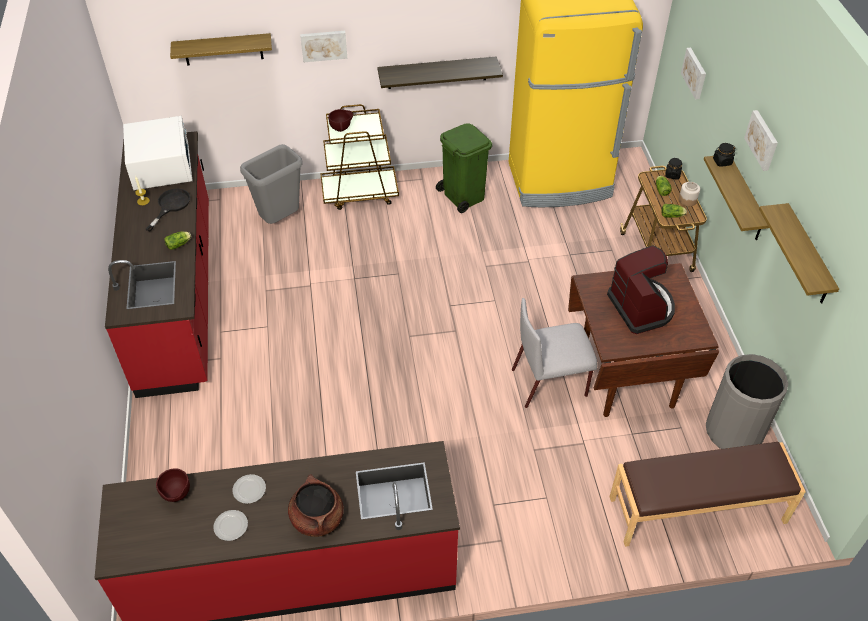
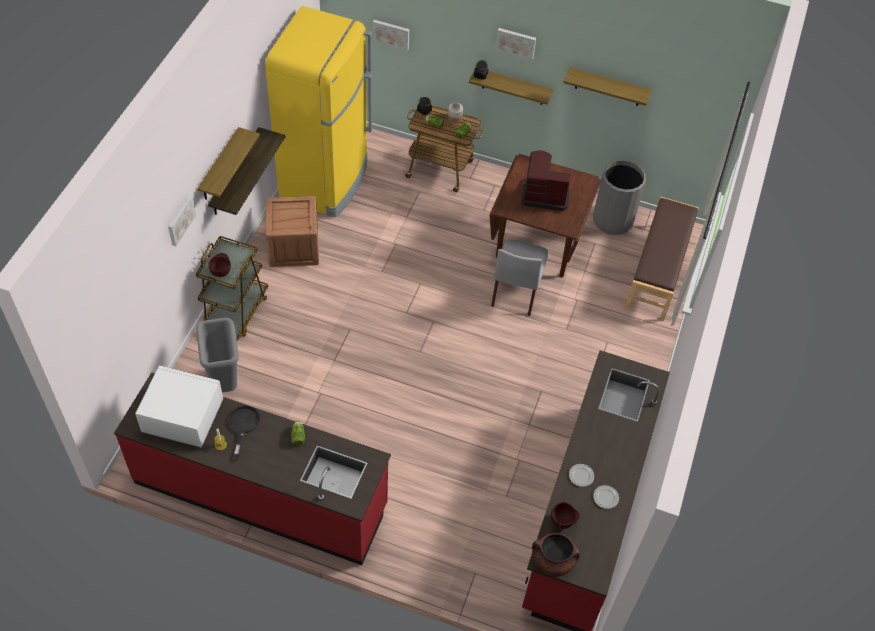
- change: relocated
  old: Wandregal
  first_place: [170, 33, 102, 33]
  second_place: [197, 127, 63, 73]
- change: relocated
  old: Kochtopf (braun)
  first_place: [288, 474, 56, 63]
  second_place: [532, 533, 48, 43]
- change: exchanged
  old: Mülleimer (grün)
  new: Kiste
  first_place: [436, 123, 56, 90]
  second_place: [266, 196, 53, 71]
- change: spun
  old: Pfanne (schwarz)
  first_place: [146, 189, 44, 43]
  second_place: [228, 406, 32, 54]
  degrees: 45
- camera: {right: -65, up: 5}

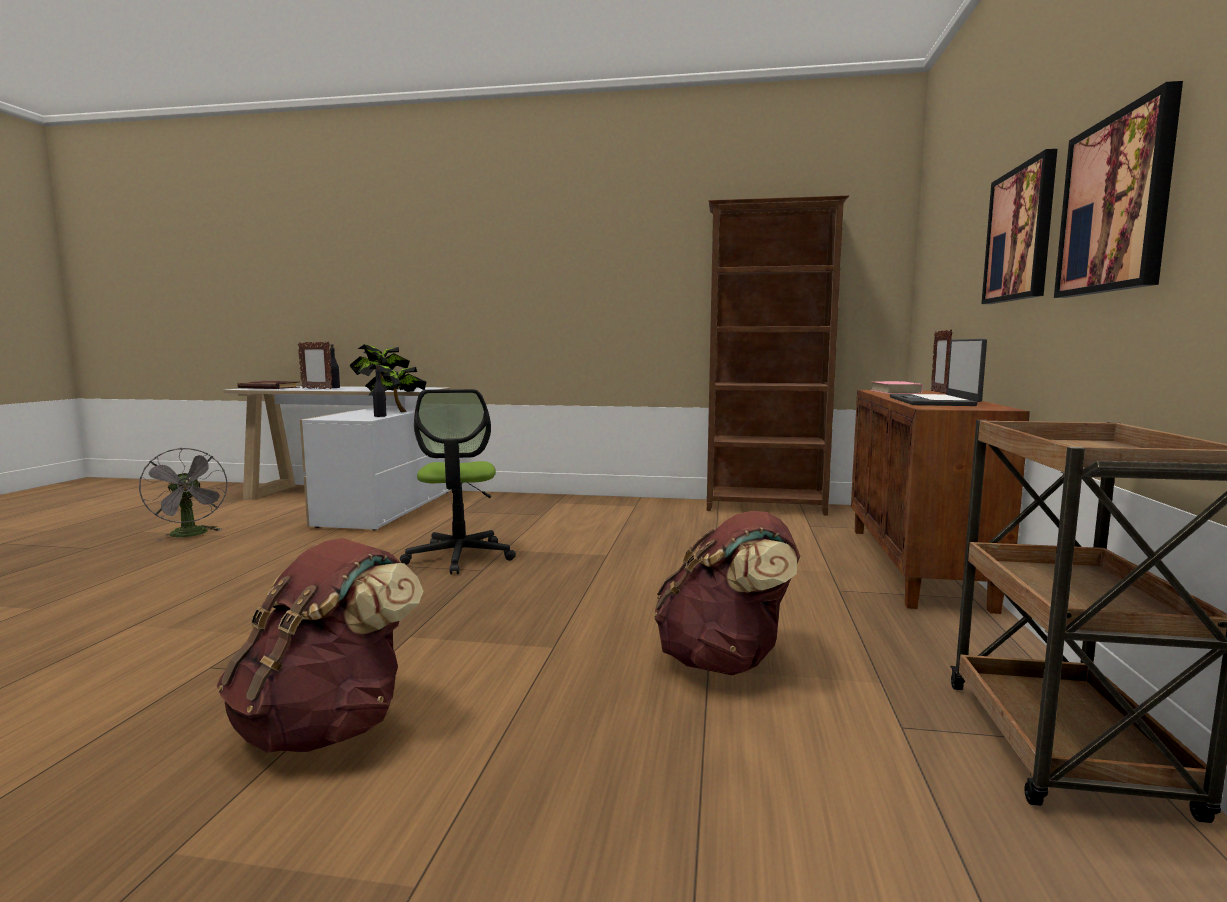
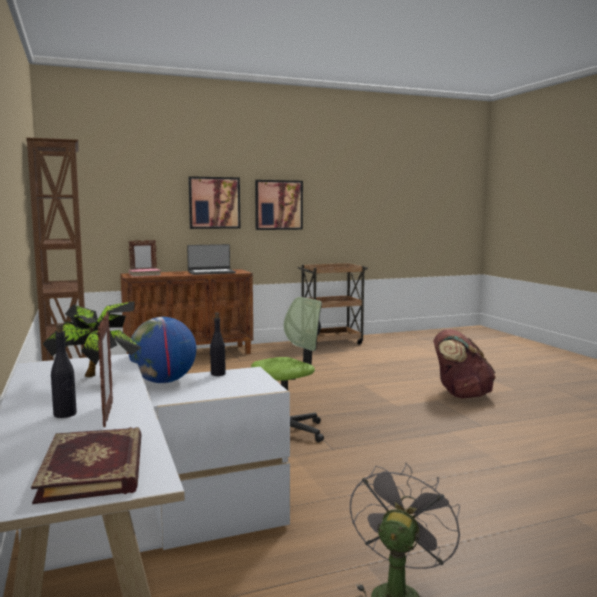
- change: missing
  old: Rucksack (braun)
  first_place: [654, 511, 146, 164]
- change: exchanged
  old: Topfpflanze
  new: Globus
  first_place: [365, 364, 61, 48]
  second_place: [129, 317, 67, 66]
- camera: {right: -120, up: 0}

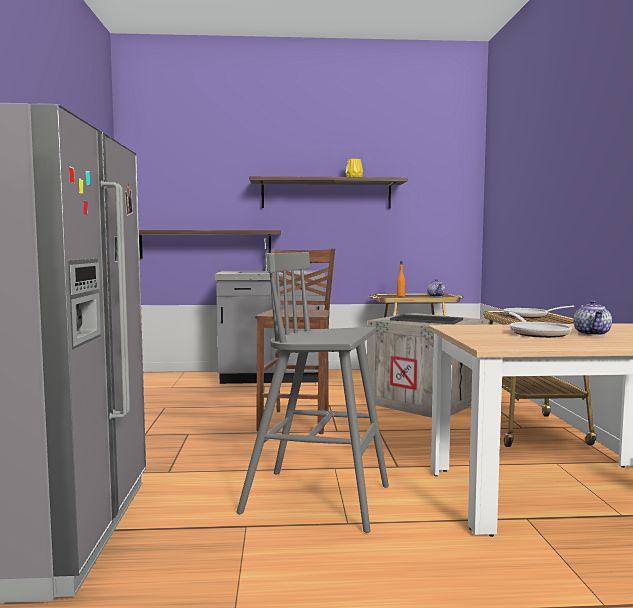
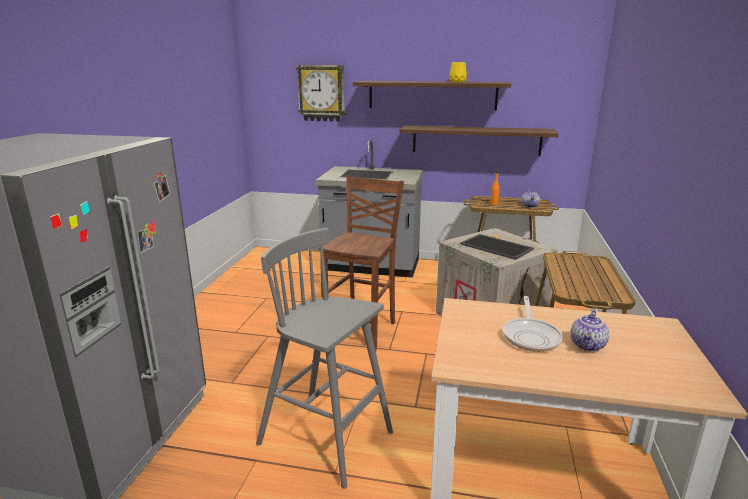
- change: missing
  old: Pfanne
  first_place: [503, 306, 71, 12]
- change: appeared
  new: Wanduhr
  second_place: [296, 65, 49, 57]
- change: relocated
  old: Wandregal
  first_place: [139, 230, 142, 28]
  second_place: [399, 125, 160, 31]
- camera: {right: 15, up: 15}

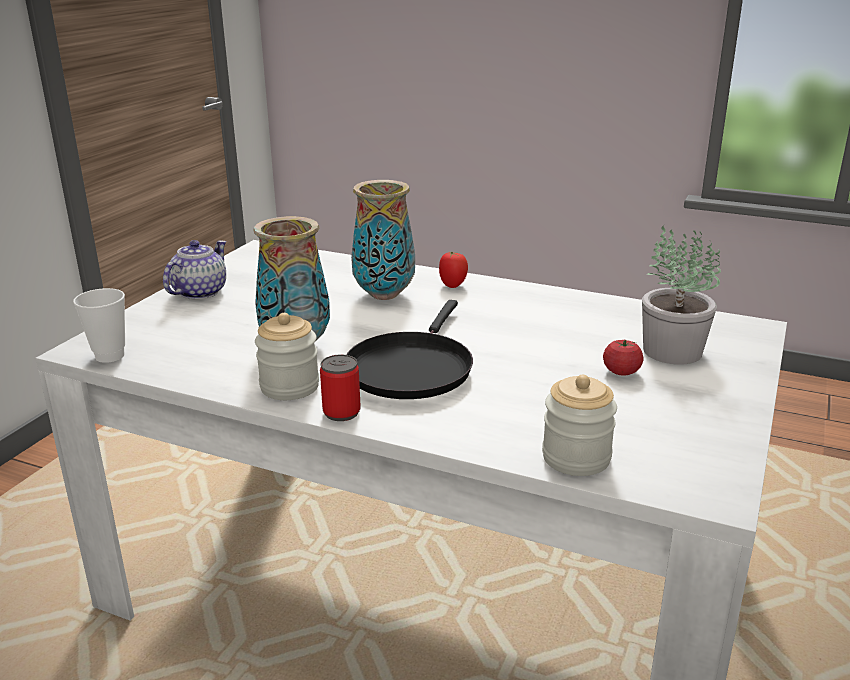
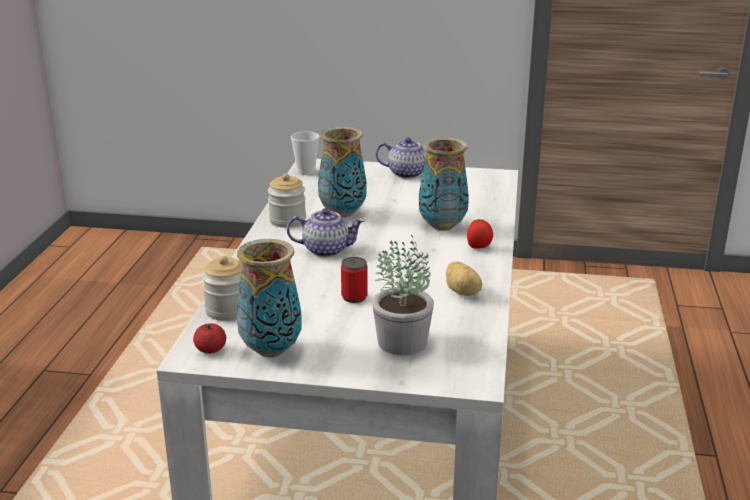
- change: appeared
  new: Vase
  second_place: [237, 239, 65, 118]
- change: appeared
  new: Kartoffel
  second_place: [446, 261, 36, 35]
- change: relocated
  old: Dose
  first_place: [320, 355, 41, 66]
  second_place: [341, 257, 27, 46]
- change: relocated
  old: Tomate
  first_place: [603, 340, 40, 36]
  second_place: [193, 323, 33, 31]
- change: exchanged
  old: Pfanne (schwarz)
  new: Teekanne
  first_place: [346, 300, 127, 99]
  second_place: [287, 208, 78, 49]
- camera: {right: 75, up: 0}

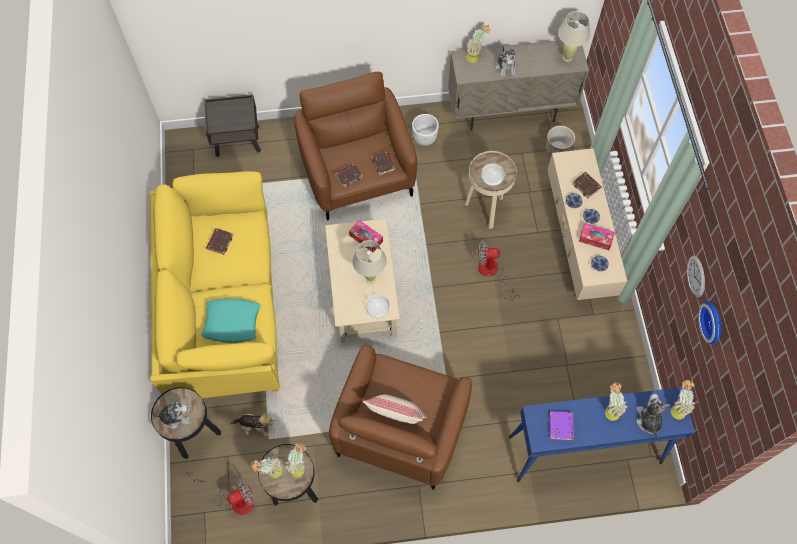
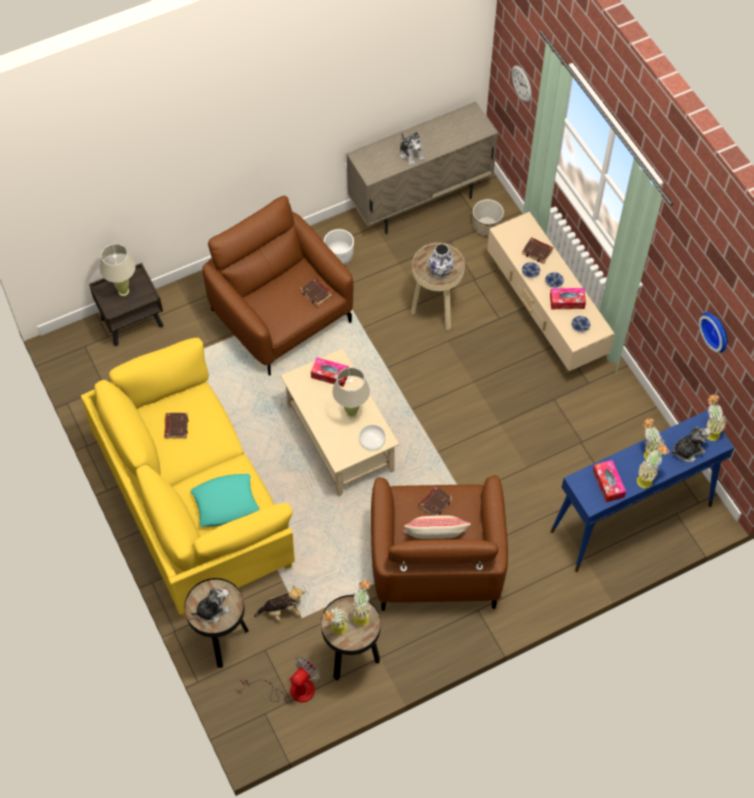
- change: missing
  old: Ventilator
  first_place: [478, 240, 42, 61]
- change: relocated
  old: Buch (braun)
  first_place: [334, 162, 29, 25]
  second_place: [418, 485, 35, 31]
- change: relocated
  old: Topfpflanze
  first_place: [466, 25, 24, 38]
  second_place: [637, 444, 32, 44]
- change: relocated
  old: Tischlampe (beige)
  first_place: [558, 11, 32, 51]
  second_place: [100, 244, 36, 52]
- change: relocated
  old: Wanduhr
  first_place: [687, 255, 18, 42]
  second_place: [512, 65, 20, 37]
- change: exchanged
  old: Schüssel
  new: Vase
  first_place: [481, 163, 24, 23]
  second_place: [428, 244, 27, 35]
- change: exchanged
  old: Buch (lila)
  new: Taschentuchbox
  first_place: [549, 411, 25, 29]
  second_place: [593, 460, 33, 42]
- change: spun
  old: Plüschtier
  first_place: [636, 394, 35, 43]
  second_place: [671, 426, 40, 36]
  degrees: 90
- camera: {right: -20, up: -5}

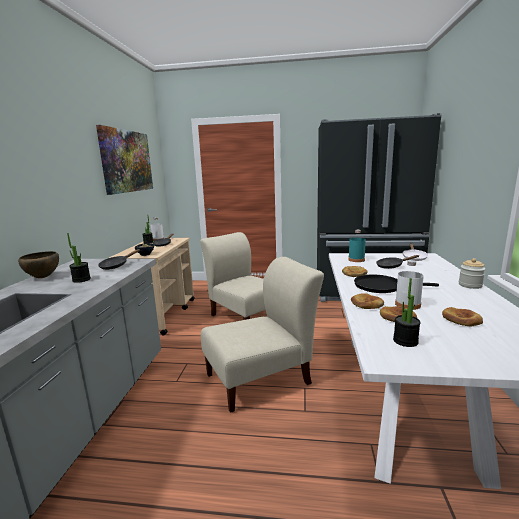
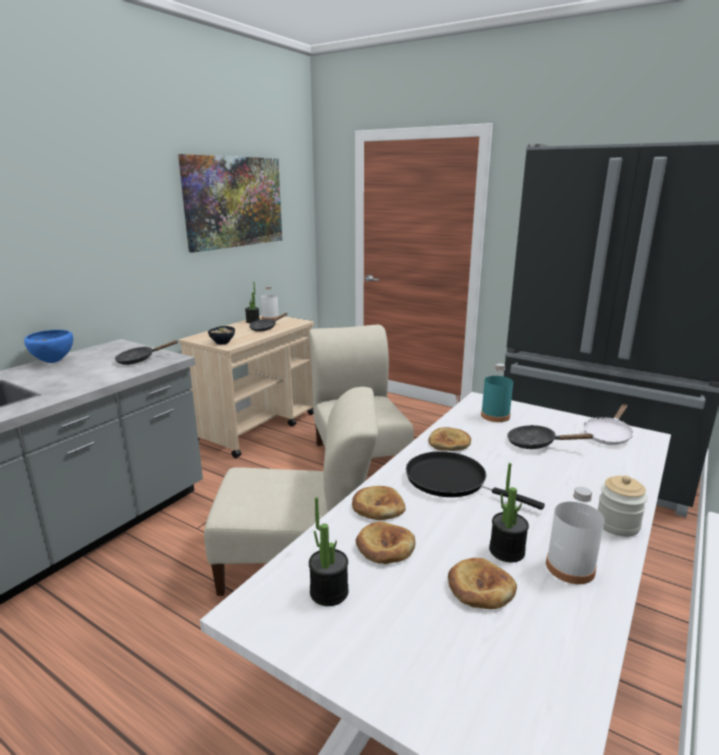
- change: relocated
  old: Topfpflanze
  first_place: [67, 233, 24, 50]
  second_place: [489, 463, 40, 99]
- change: relocated
  old: Flasche (weiß)
  first_place: [395, 260, 29, 50]
  second_place: [546, 487, 59, 97]
- change: colour
  old: Schüssel (braun)
  new: Schüssel (blau)
  first_place: [18, 251, 41, 27]
  second_place: [24, 330, 49, 33]
- camera: {right: 25, up: 5}

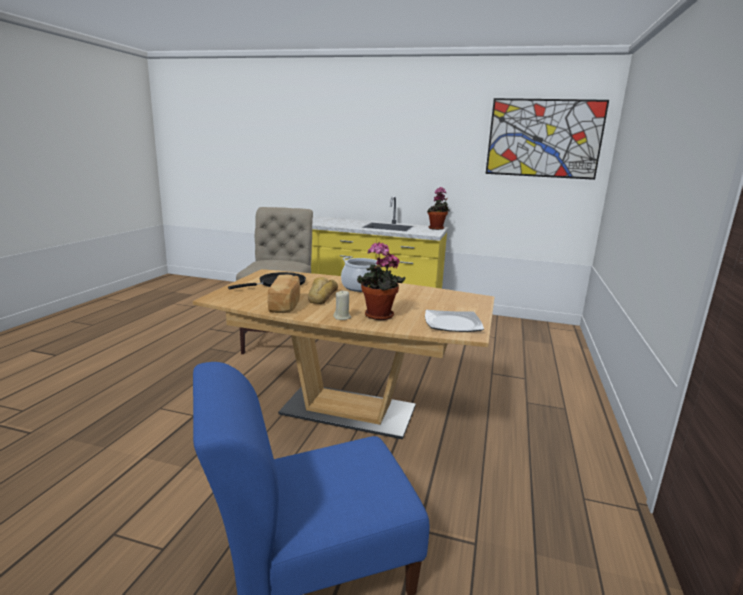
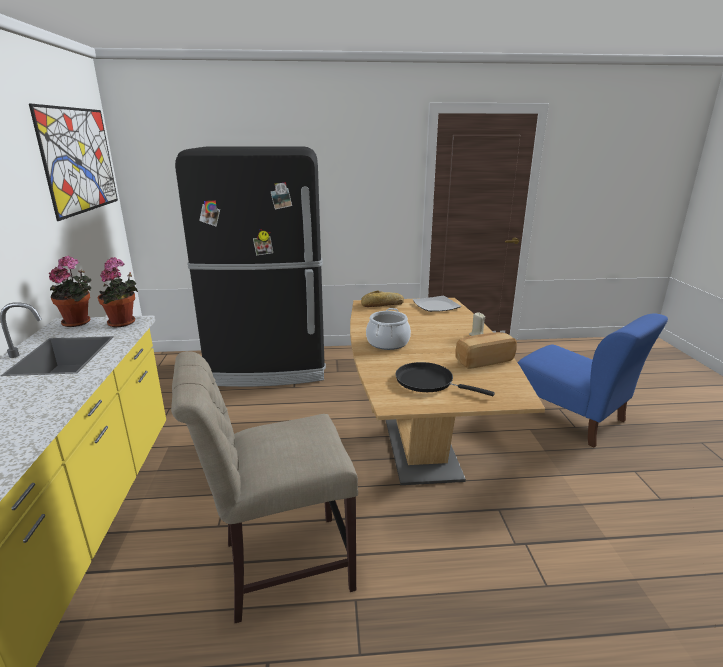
- change: appeared
  new: Kühlschrank (schwarz)
  second_place: [175, 146, 151, 241]
- change: relocated
  old: Brot
  first_place: [308, 277, 30, 27]
  second_place: [361, 290, 43, 17]
- change: relocated
  old: Topfpflanze
  first_place: [357, 242, 48, 78]
  second_place: [98, 257, 40, 70]
- camera: {right: -110, up: 5}

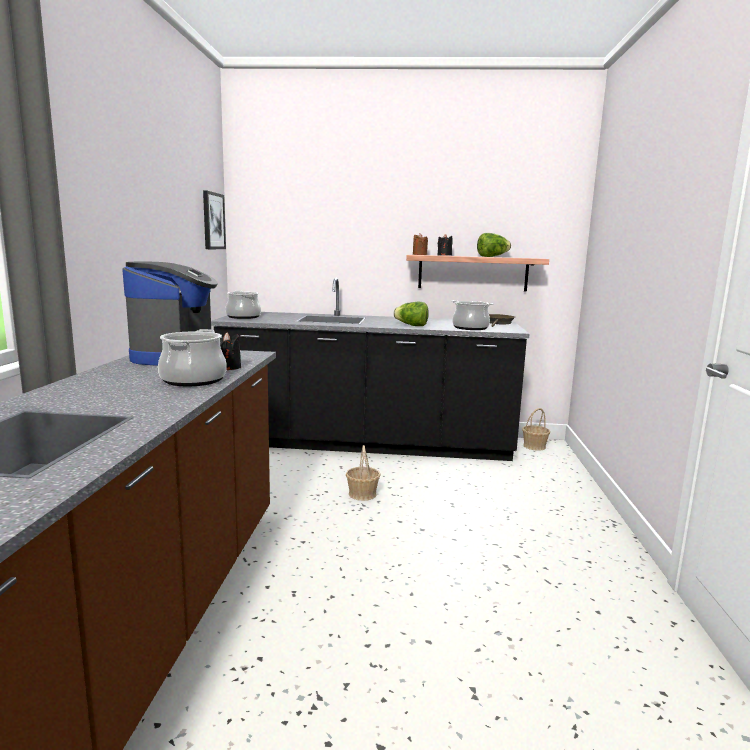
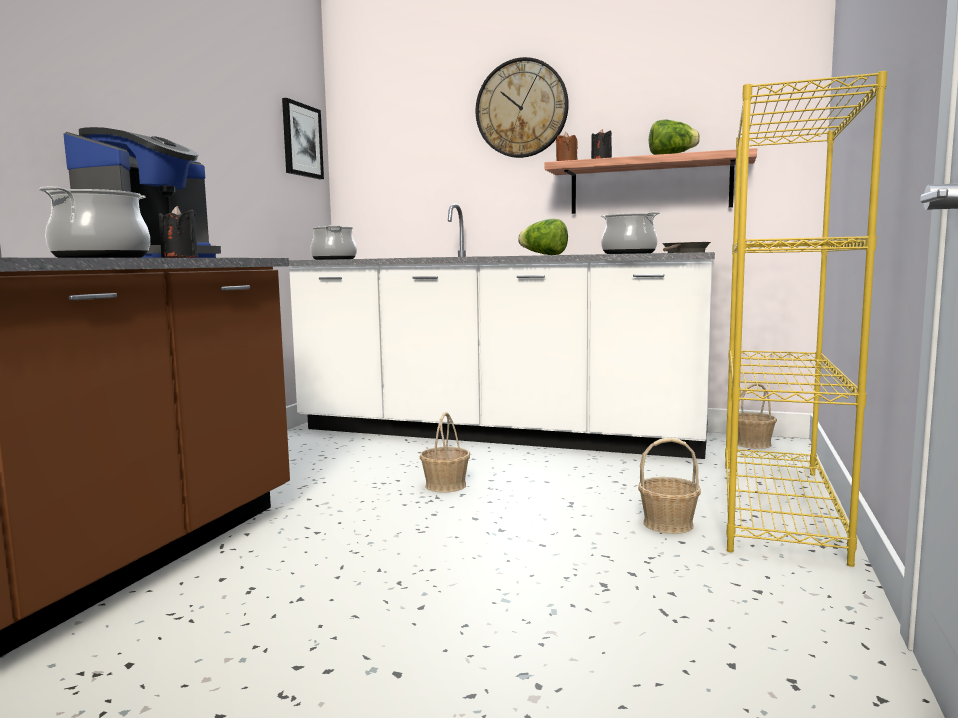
- change: appeared
  new: Wanduhr
  second_place: [476, 57, 93, 101]
- change: appeared
  new: Korb
  second_place: [638, 438, 63, 96]
- change: appeared
  new: Bücherregal (gelb)
  second_place: [725, 71, 162, 496]
- change: colour
  old: Küchenzeile (schwarz)
  new: Küchenzeile (weiß)
  first_place: [211, 277, 319, 184]
  second_place: [289, 204, 426, 255]
- camera: {right: 15, up: -5}

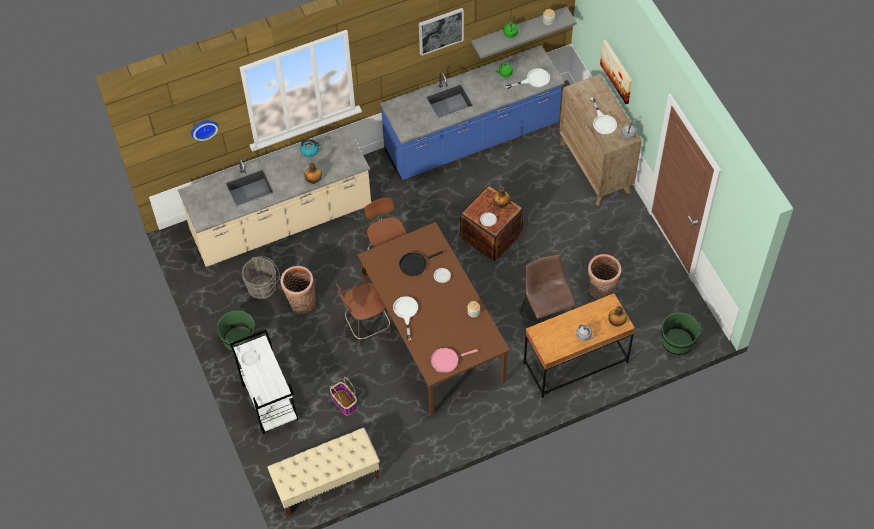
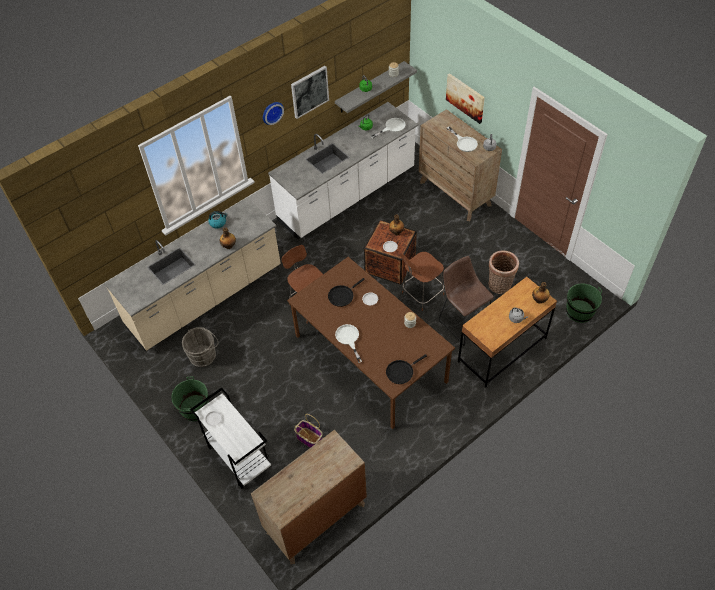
- change: missing
  old: Korb
  first_place: [281, 266, 35, 48]
- change: relocated
  old: Wanduhr
  first_place: [191, 120, 27, 21]
  second_place: [263, 102, 21, 23]
- change: relocated
  old: Stuhl (braun)
  first_place: [336, 283, 55, 63]
  second_place: [400, 252, 44, 59]
- change: exchanged
  old: Bank (beige)
  new: Kommode (braun)
  first_place: [267, 428, 113, 89]
  second_place: [251, 430, 116, 134]
- change: colour
  old: Küchenzeile (blau)
  new: Küchenzeile (weiß)
  first_place: [380, 45, 185, 135]
  second_place: [268, 102, 150, 137]
- change: colour
  old: Pfanne (rosa)
  new: Pfanne (schwarz)
  first_place: [430, 348, 48, 25]
  second_place: [386, 354, 41, 30]
- camera: {right: -15, up: -5}

